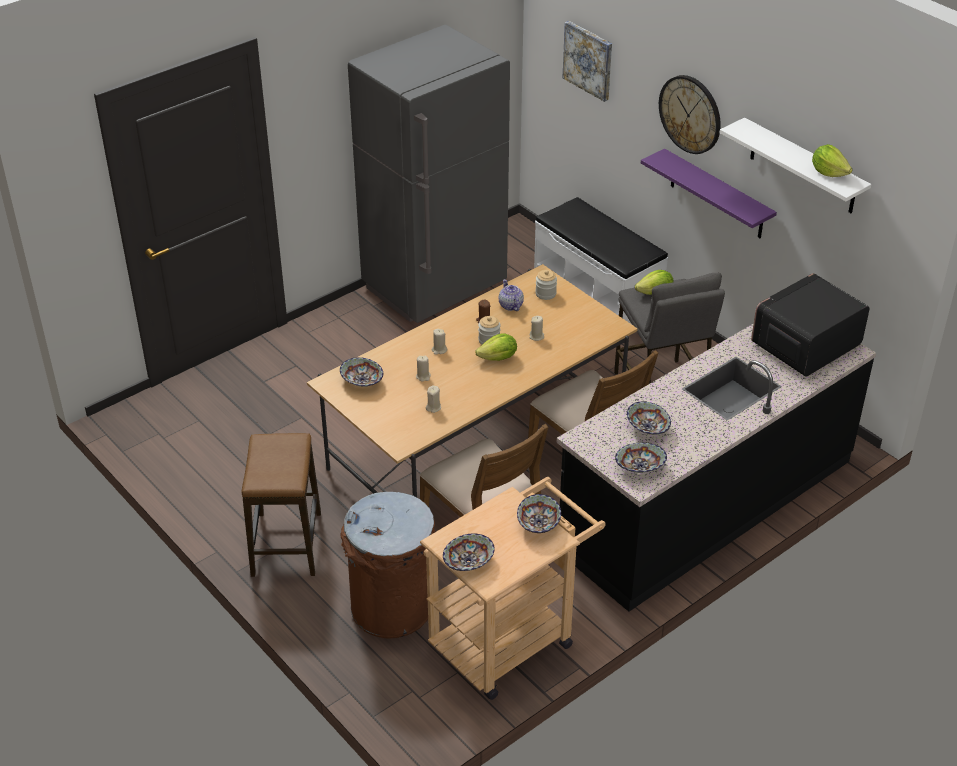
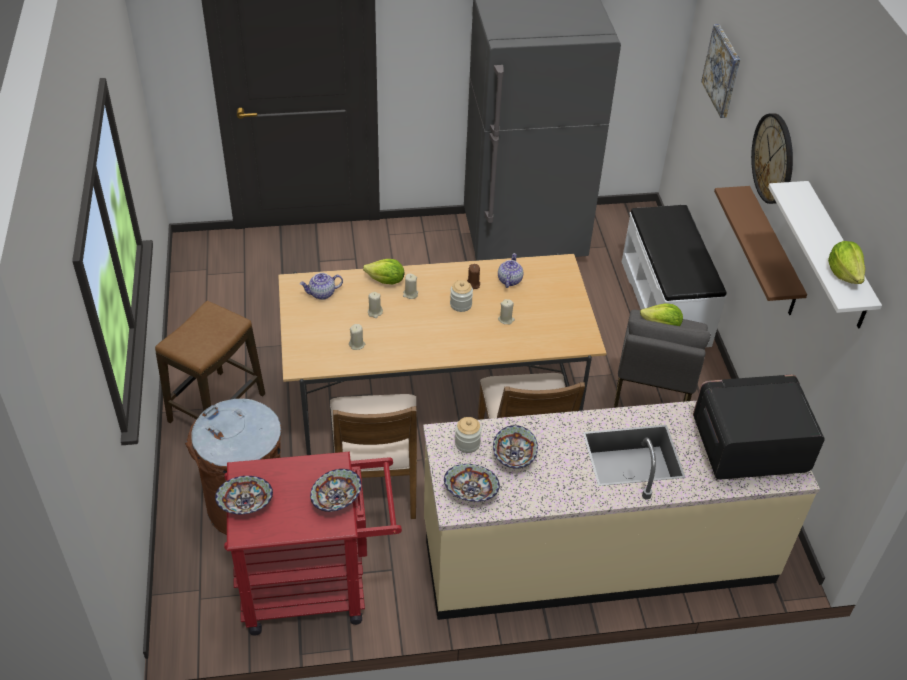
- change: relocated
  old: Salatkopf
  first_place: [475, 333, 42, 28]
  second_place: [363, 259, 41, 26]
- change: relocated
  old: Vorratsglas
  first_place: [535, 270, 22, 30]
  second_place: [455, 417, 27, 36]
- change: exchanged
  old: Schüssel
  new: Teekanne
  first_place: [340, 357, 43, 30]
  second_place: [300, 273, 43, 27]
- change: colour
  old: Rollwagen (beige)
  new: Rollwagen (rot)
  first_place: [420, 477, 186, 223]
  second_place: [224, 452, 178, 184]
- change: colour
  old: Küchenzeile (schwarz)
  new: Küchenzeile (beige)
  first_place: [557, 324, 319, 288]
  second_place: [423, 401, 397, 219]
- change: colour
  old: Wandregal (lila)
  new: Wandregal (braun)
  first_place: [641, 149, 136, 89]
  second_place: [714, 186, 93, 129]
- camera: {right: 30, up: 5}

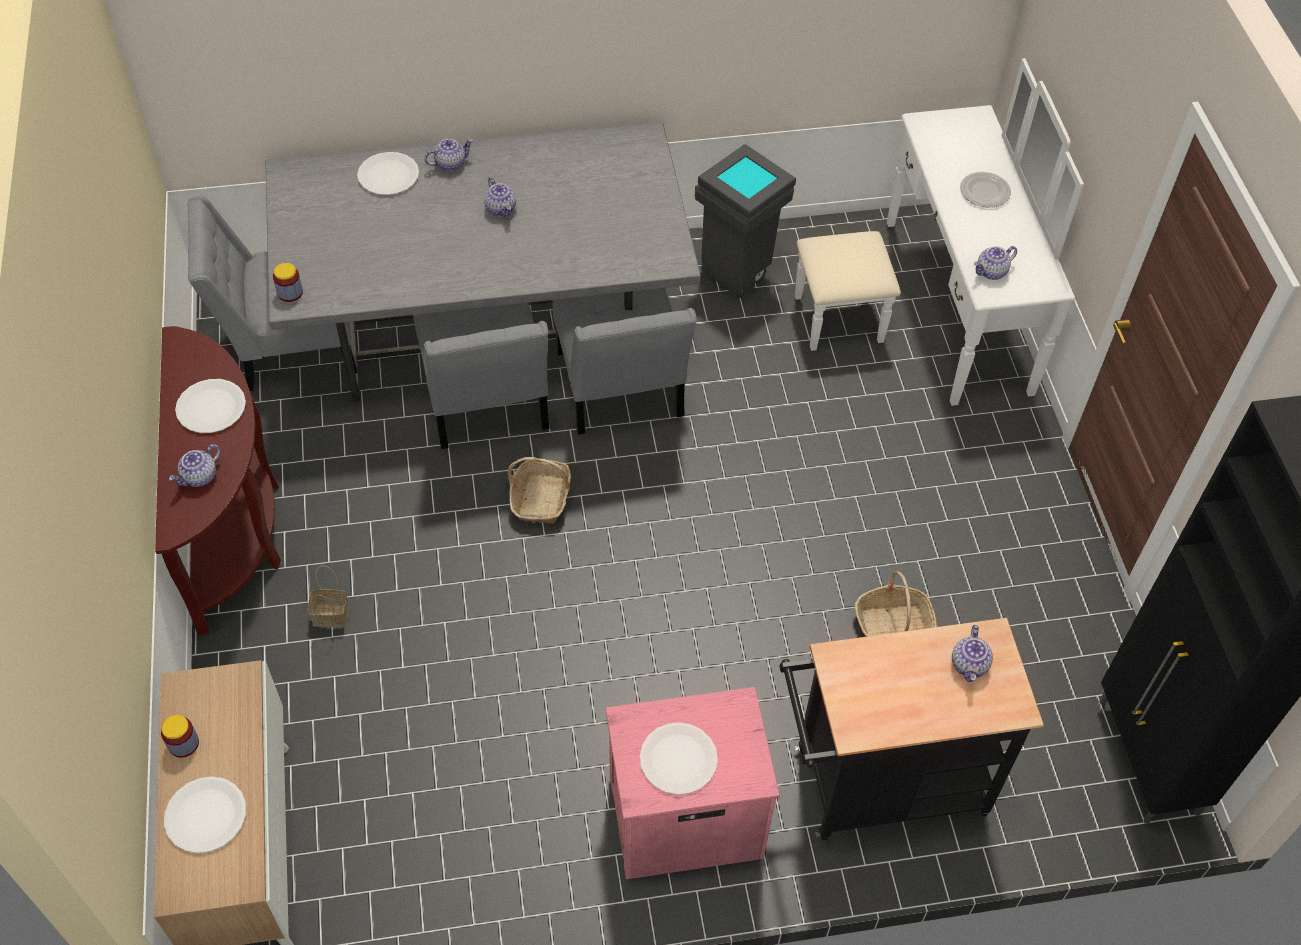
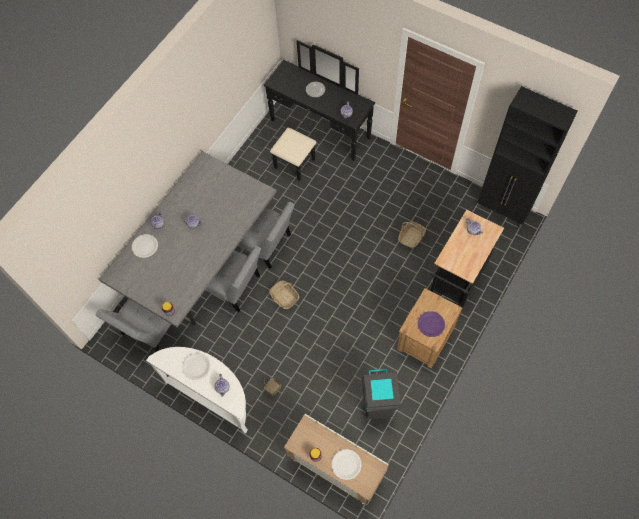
- change: relocated
  old: Mülleimer (grau)
  first_place: [695, 144, 101, 154]
  second_place: [362, 369, 39, 50]
- change: colour
  old: Konsolentisch (braun)
  new: Konsolentisch (weiß)
  first_place: [155, 326, 126, 309]
  second_place: [146, 347, 102, 87]
- change: colour
  old: Nachttisch (rosa)
  new: Nachttisch (braun)
  first_place: [605, 687, 175, 192]
  second_place: [397, 288, 65, 81]
- change: colour
  old: Teller (weiß)
  new: Teller (lila)
  first_place: [640, 722, 78, 73]
  second_place: [418, 311, 27, 26]
- change: colour
  old: Kommode (weiß)
  new: Kommode (schwarz)
  first_place: [795, 58, 289, 348]
  second_place: [264, 40, 111, 141]
- camera: {right: -45, up: 10}

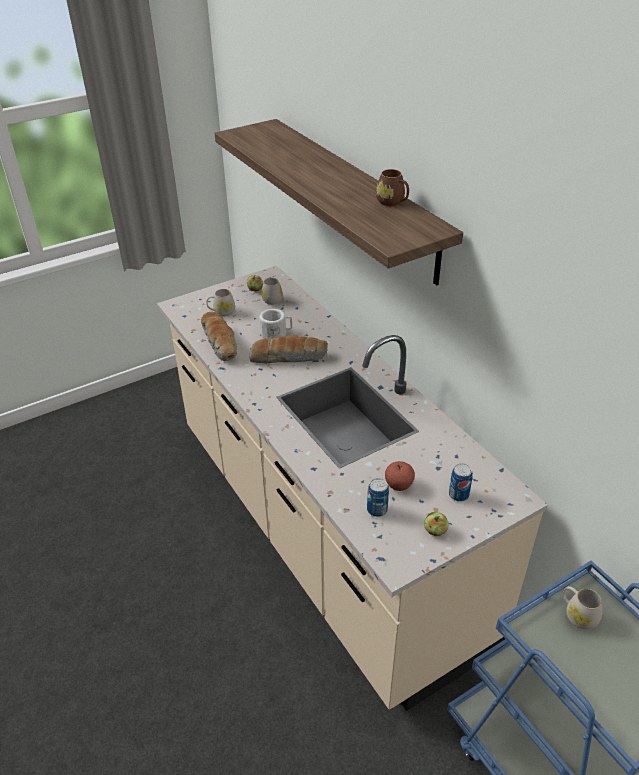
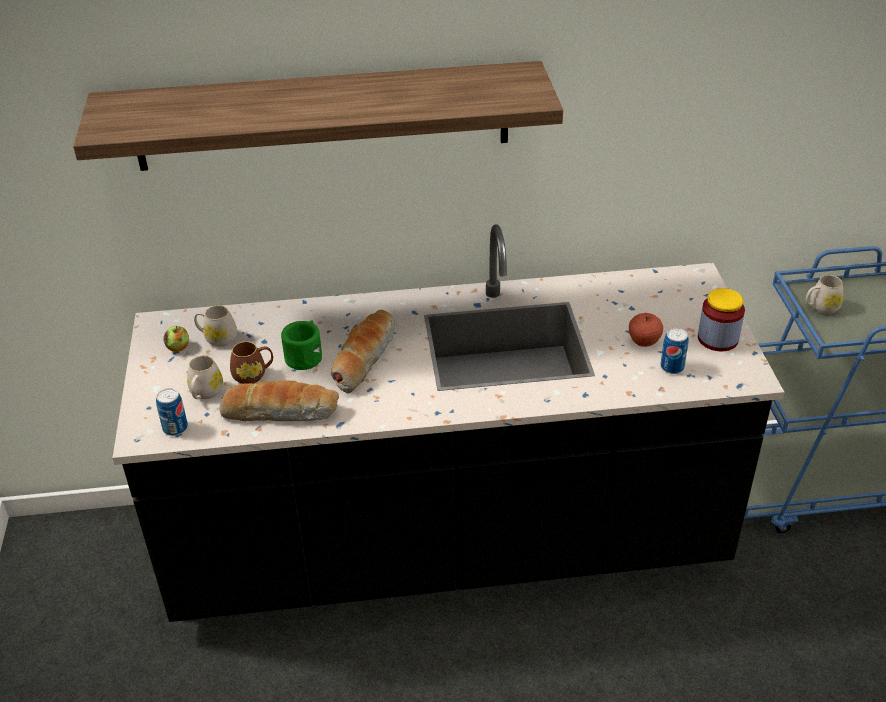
- change: relocated
  old: Henkelbecher (braun)
  first_place: [376, 169, 33, 37]
  second_place: [230, 341, 43, 43]
- change: relocated
  old: Dose
  first_place: [449, 463, 24, 39]
  second_place: [156, 388, 32, 48]
- change: exchanged
  old: Apfel
  new: Vorratsglas
  first_place: [424, 512, 24, 24]
  second_place: [698, 288, 47, 63]
- change: colour
  old: Küchenzeile (beige)
  new: Küchenzeile (schwarz)
  first_place: [157, 266, 391, 445]
  second_place: [113, 224, 671, 398]
- change: colour
  old: Henkelbecher (weiß)
  new: Henkelbecher (grün)
  first_place: [260, 309, 32, 30]
  second_place: [281, 320, 41, 50]
- camera: {right: -65, up: 0}

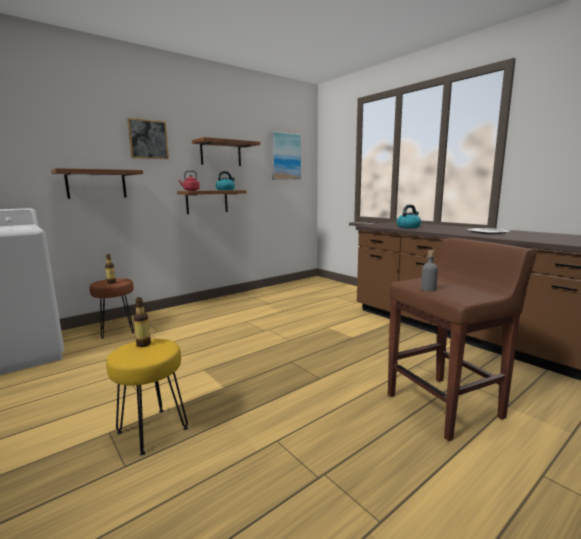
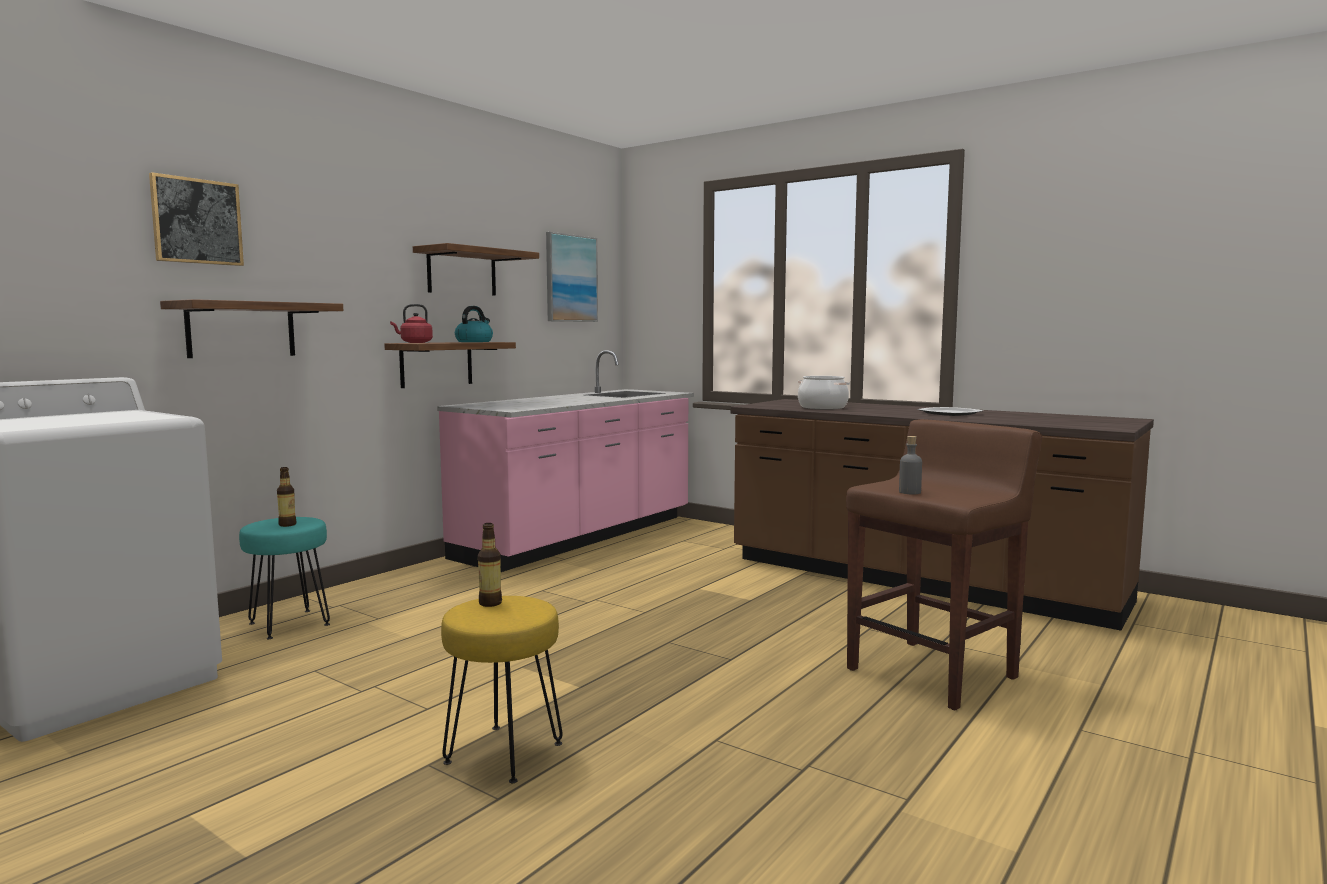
- change: appeared
  new: Küchenzeile (rosa)
  second_place: [437, 350, 257, 222]
- change: relocated
  old: Bild
  first_place: [127, 118, 42, 41]
  second_place: [149, 172, 95, 94]
- change: exchanged
  old: Wasserkessel
  new: Kochtopf
  first_place: [397, 205, 24, 23]
  second_place: [798, 376, 52, 34]
- change: colour
  old: Hocker (braun)
  new: Hocker (türkis)
  first_place: [89, 278, 45, 61]
  second_place: [239, 517, 91, 122]
- camera: {right: -15, up: -5}

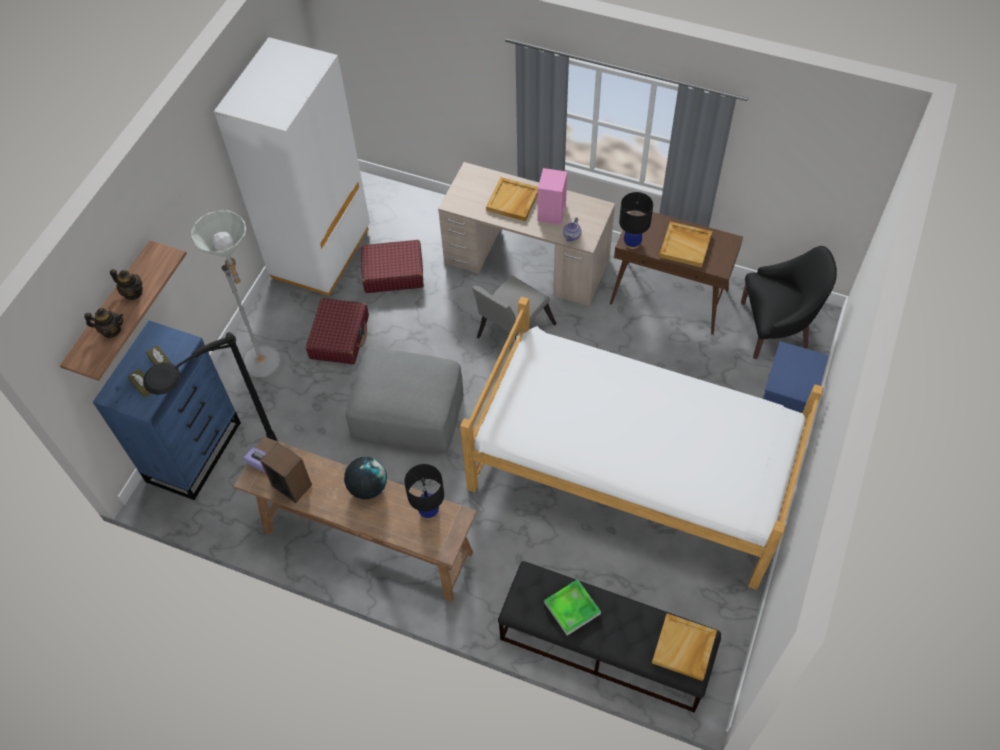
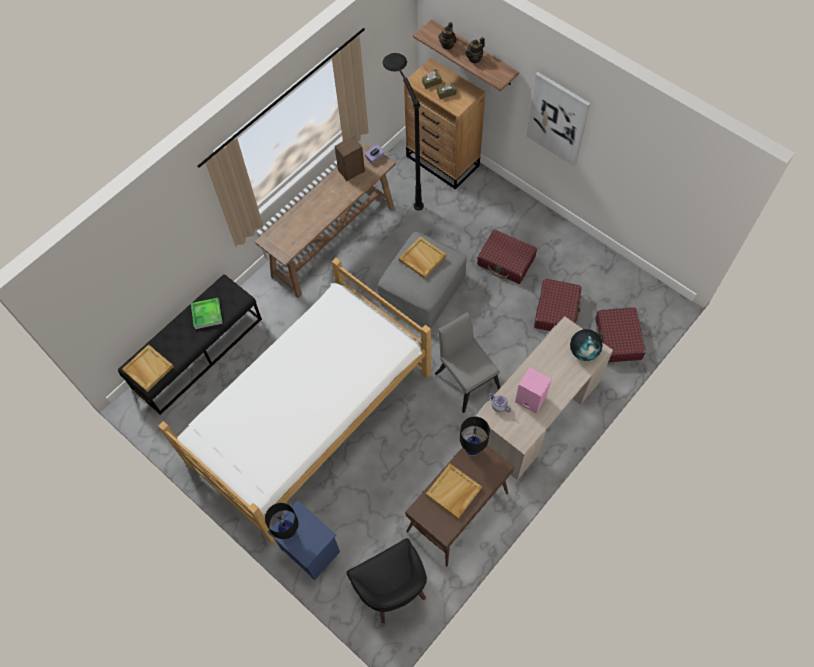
- change: missing
  old: Stehlampe (grau)
  first_place: [191, 210, 89, 167]
- change: missing
  old: Kleiderschrank (weiß)
  first_place: [214, 37, 156, 259]
- change: appeared
  new: Bild
  second_place: [526, 72, 64, 94]
- change: appeared
  new: Koffer (rot)
  second_place: [595, 307, 51, 56]
- change: relocated
  old: Globus
  first_place: [344, 457, 43, 42]
  second_place: [570, 329, 33, 32]
- change: relocated
  old: Tischlampe (schwarz)
  first_place: [404, 464, 40, 56]
  second_place: [265, 503, 33, 36]
- change: relocated
  old: Tablett (beige)
  first_place: [486, 177, 52, 44]
  second_place: [399, 236, 47, 43]
- change: colour
  old: Kommode (blau)
  new: Kommode (braun)
  first_place: [92, 320, 149, 180]
  second_place: [404, 58, 81, 132]
- change: spun
  old: Sessel (schwarz)
  first_place: [741, 246, 96, 113]
  second_place: [347, 538, 80, 85]
  degrees: -45
- camera: {right: 110, up: 5}

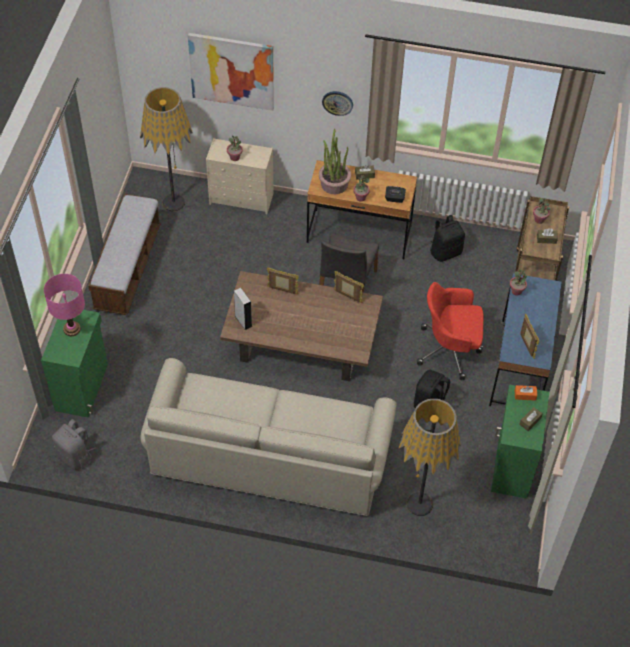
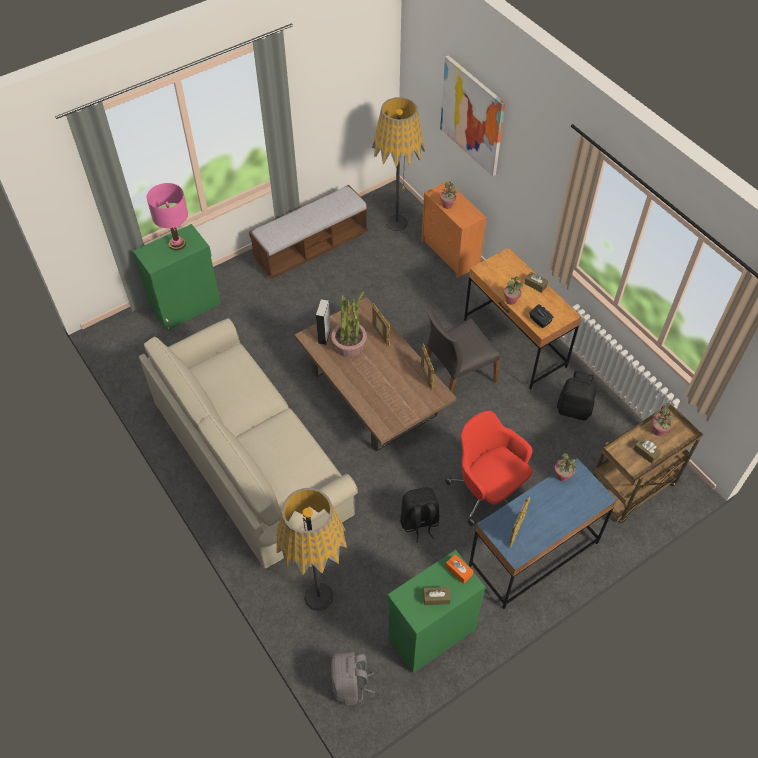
- change: missing
  old: Wanduhr
  first_place: [322, 91, 31, 25]
- change: relocated
  old: Rucksack (grau)
  first_place: [52, 419, 44, 51]
  second_place: [331, 651, 44, 54]
- change: relocated
  old: Topfpflanze
  first_place: [319, 129, 32, 65]
  second_place: [331, 292, 36, 65]
- change: colour
  old: Kommode (beige)
  new: Kommode (orange)
  first_place: [206, 138, 68, 76]
  second_place: [421, 181, 65, 97]
- camera: {right: 45, up: 0}

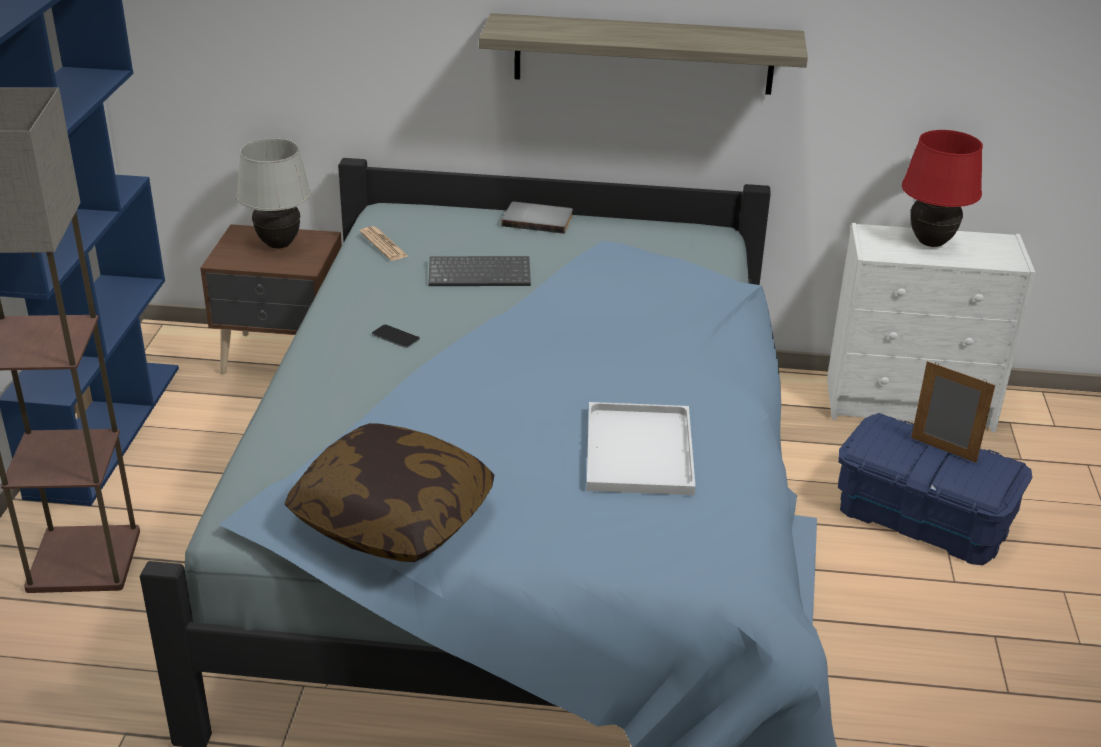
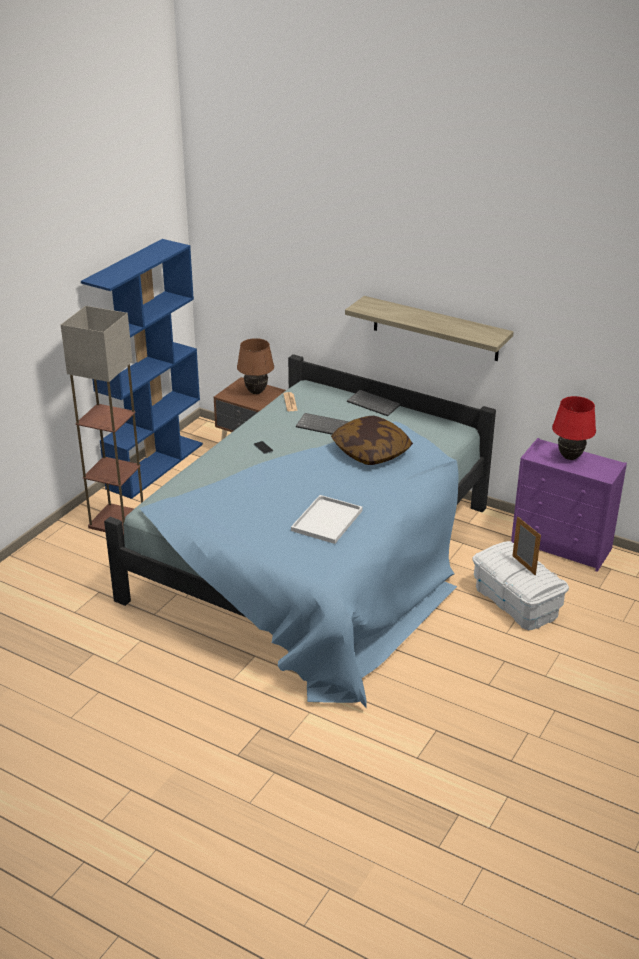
- change: relocated
  old: Kissen
  first_place: [284, 423, 210, 139]
  second_place: [331, 416, 82, 49]
- change: exchanged
  old: Buch (grau)
  new: Tastatur
  first_place: [502, 202, 71, 32]
  second_place: [347, 390, 54, 26]
- change: colour
  old: Tischlampe (weiß)
  new: Tischlampe (braun)
  first_place: [236, 138, 75, 111]
  second_place: [237, 338, 37, 56]
- change: colour
  old: Kommode (weiß)
  new: Kommode (lila)
  first_place: [827, 223, 208, 209]
  second_place: [511, 438, 116, 134]
- change: colour
  old: Aufbewahrungsbox (blau)
  new: Aufbewahrungsbox (weiß)
  first_place: [838, 413, 194, 152]
  second_place: [473, 541, 96, 89]
- camera: {right: 25, up: 0}

